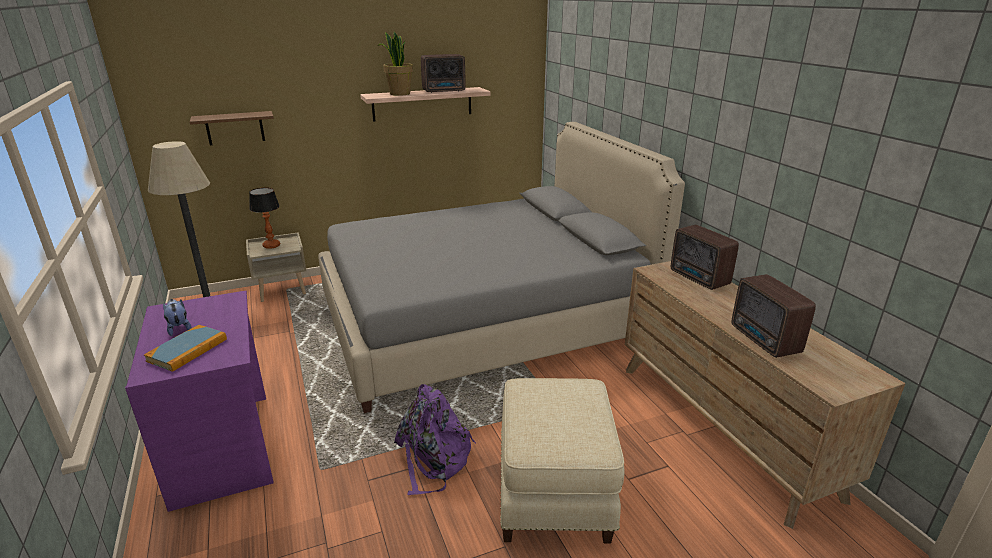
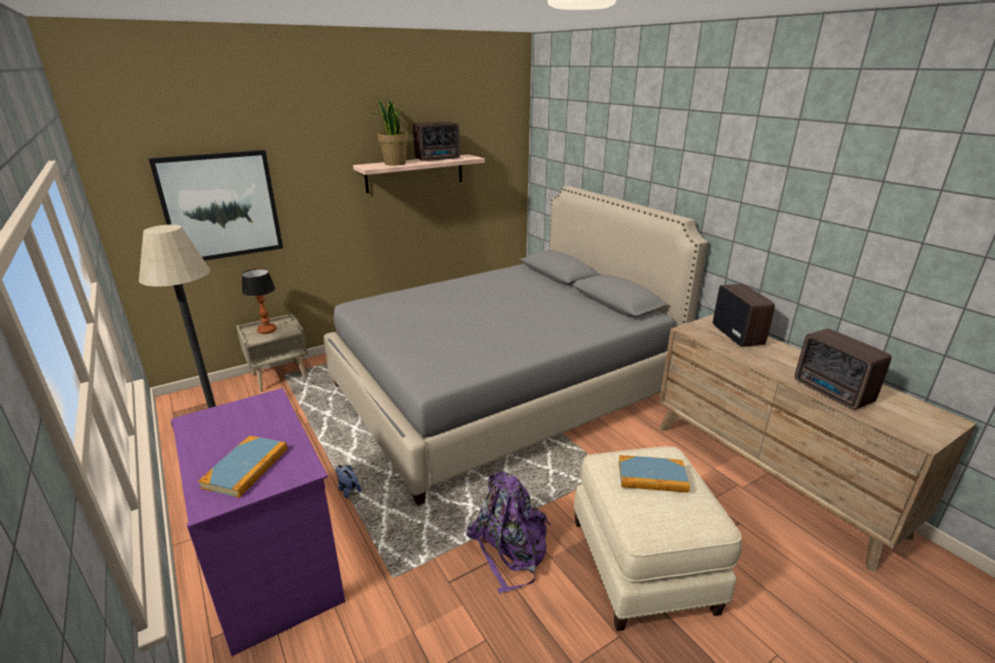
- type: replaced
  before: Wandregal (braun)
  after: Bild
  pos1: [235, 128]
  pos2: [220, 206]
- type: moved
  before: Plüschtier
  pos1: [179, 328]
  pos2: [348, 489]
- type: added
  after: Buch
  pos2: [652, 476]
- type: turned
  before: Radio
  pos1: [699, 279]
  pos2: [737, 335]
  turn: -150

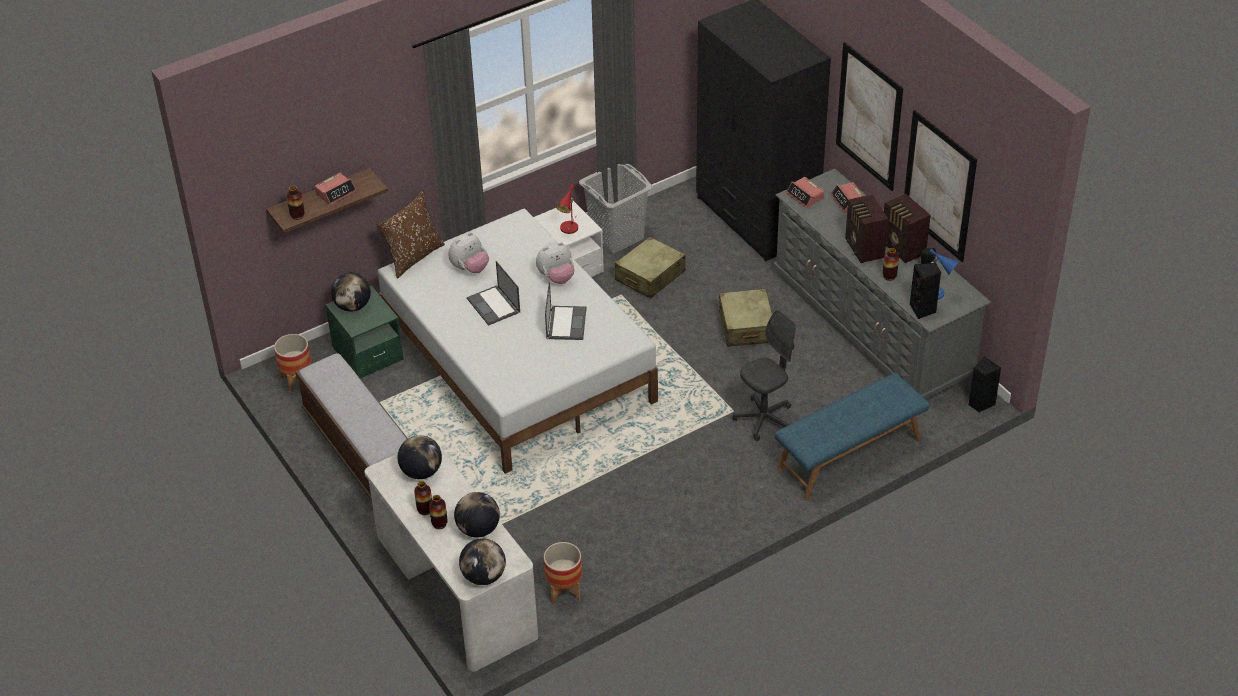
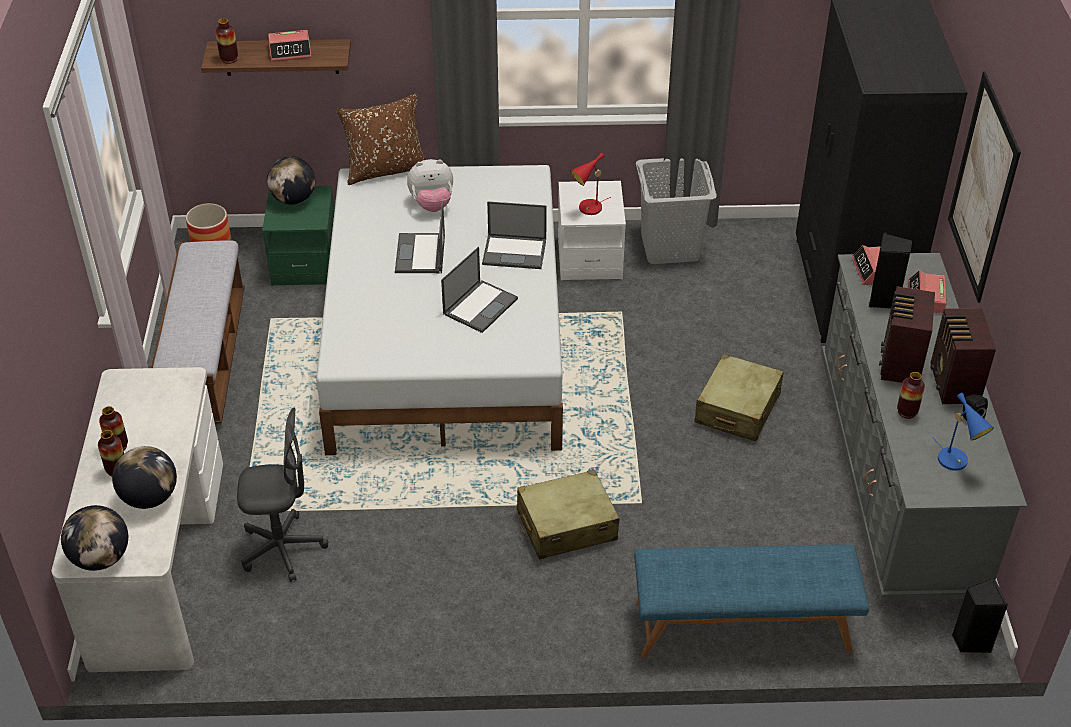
- type: moved
  before: Bürostuhl (grau)
  pos1: [764, 420]
  pos2: [282, 549]
- type: replaced
  before: Plüschtier
  after: Laptop
  pos1: [556, 277]
  pos2: [515, 252]
- type: moved
  before: Koffer (beige)
  pos1: [649, 276]
  pos2: [566, 525]
- type: moved
  before: Lautsprecher (schwarz)
  pos1: [923, 310]
  pos2: [884, 300]
- type: removed
  before: Globus
  pos1: [421, 472]
- type: removed
  before: Pflanzkübel
  pos1: [564, 591]
- type: removed
  before: Bild
  pos1: [939, 186]

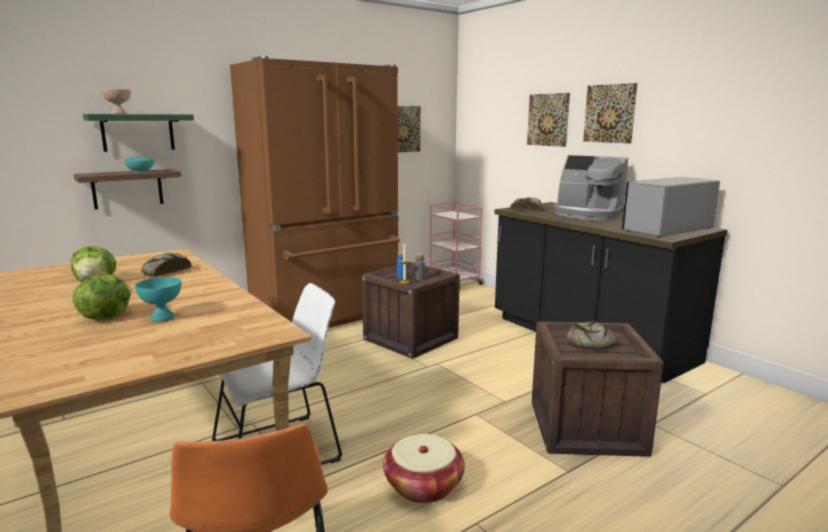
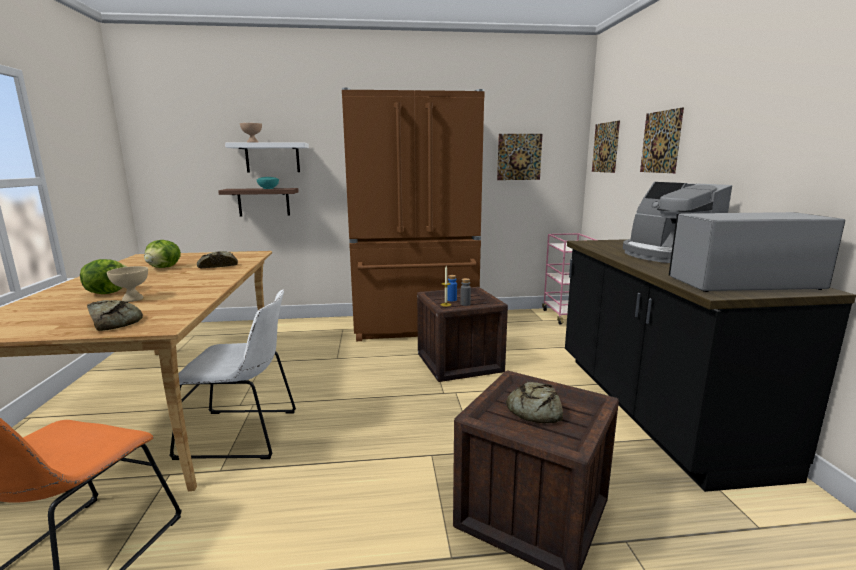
- type: moved
  before: Brot
  pos1: [527, 210]
  pos2: [114, 322]
- type: recoloured
  before: Schüssel (türkis)
  after: Schüssel (beige)
  pos1: [162, 318]
  pos2: [132, 299]
- type: recoloured
  before: Wandregal (grün)
  after: Wandregal (weiß)
  pos1: [138, 132]
  pos2: [272, 158]
- type: moved
  before: Bild
  pos1: [609, 113]
  pos2: [605, 147]
- type: removed
  before: Korb
  pos1: [423, 485]

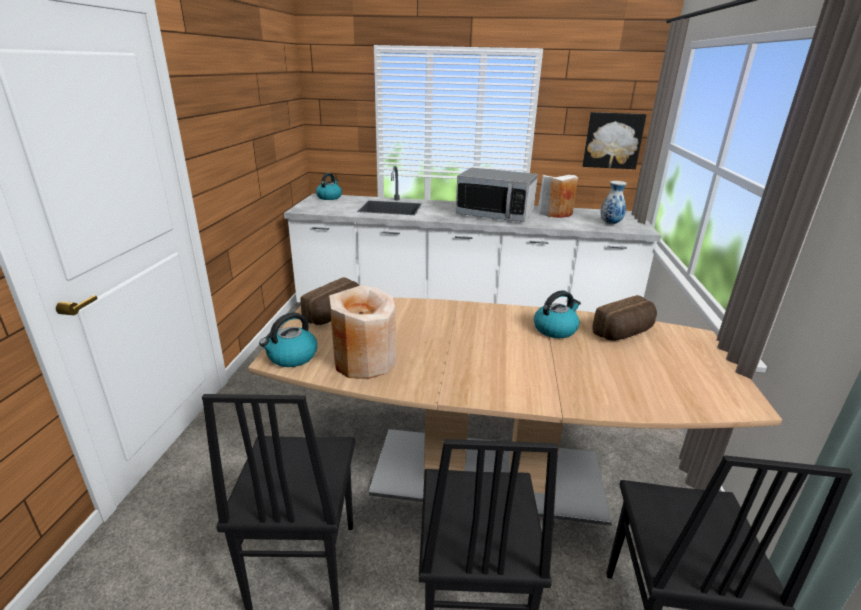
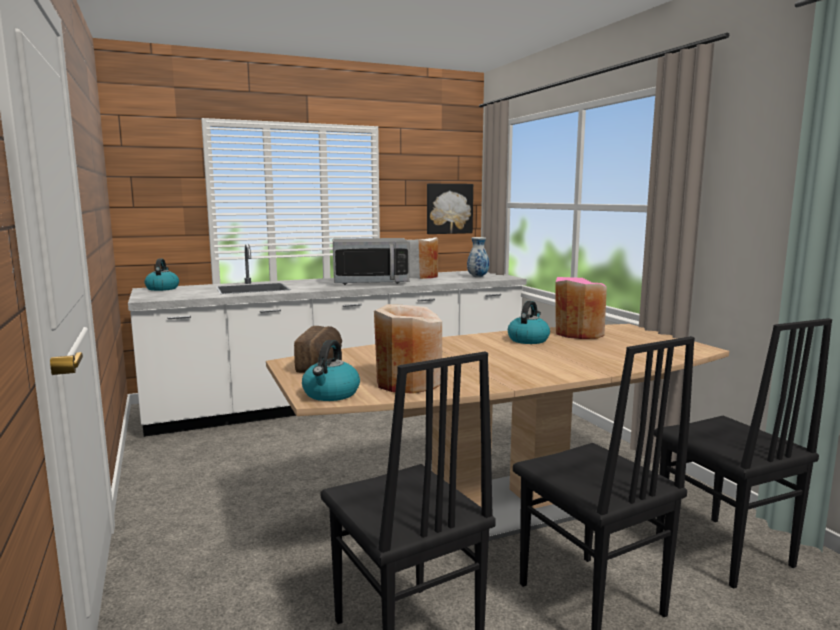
- type: replaced
  before: Brot
  after: Vase (rosa)
  pos1: [625, 333]
  pos2: [578, 333]

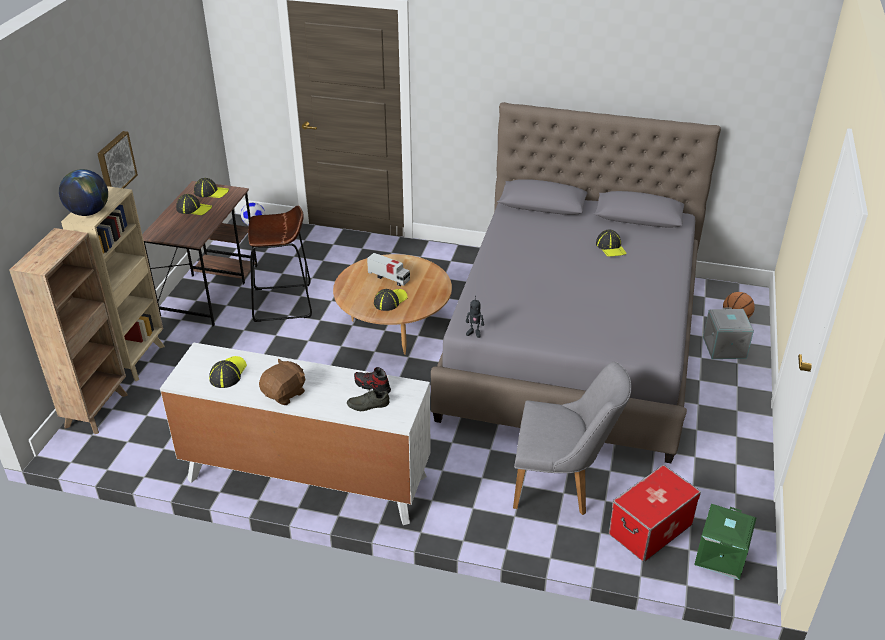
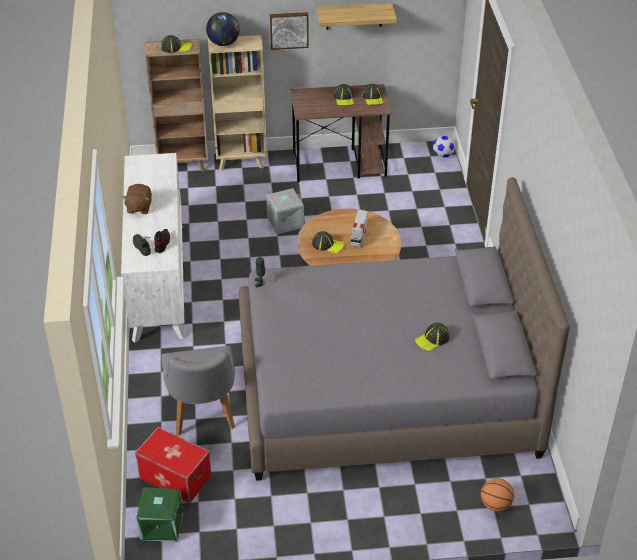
- type: turned
  before: Plüschtier (braun)
  pos1: [285, 394]
  pos2: [139, 207]
  turn: 75
- type: moved
  before: Kappe
  pos1: [228, 373]
  pos2: [176, 47]
- type: moved
  before: Aufbewahrungsbox (grau)
  pos1: [723, 347]
  pos2: [285, 221]
- type: added
  after: Wandregal
  pos2: [354, 16]
- type: removed
  before: Hocker (braun)
  pos1: [283, 303]

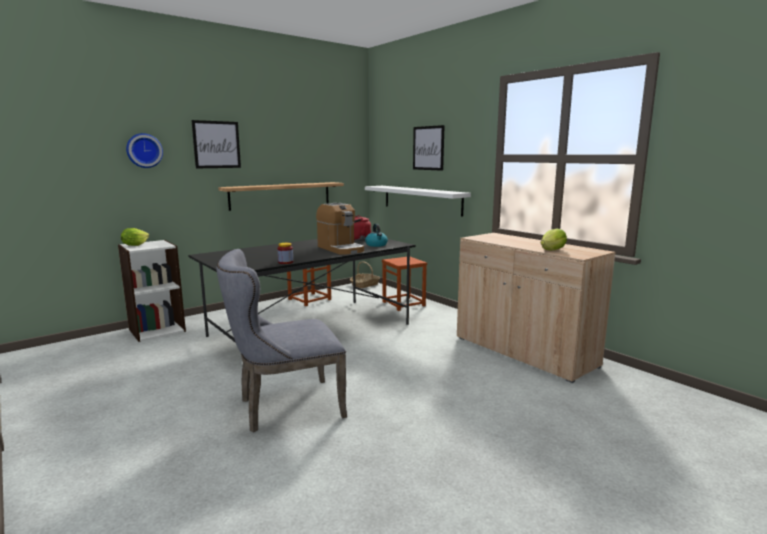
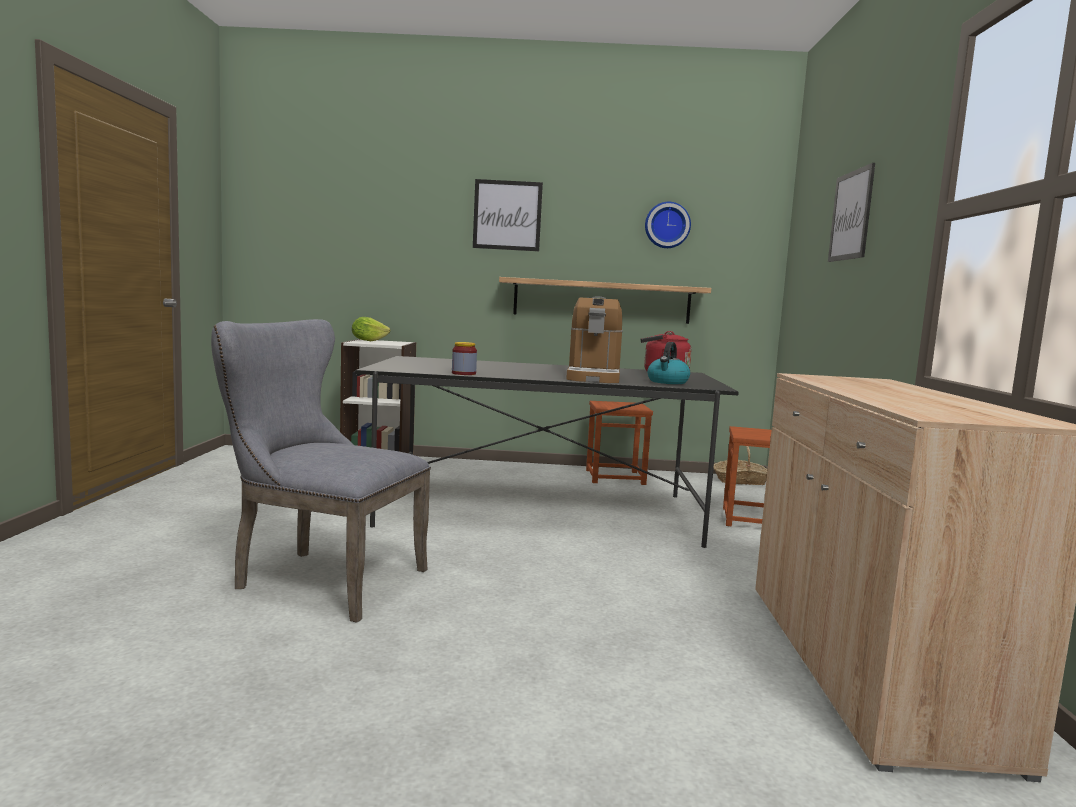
- type: moved
  before: Wanduhr
  pos1: [144, 150]
  pos2: [667, 225]
- type: removed
  before: Wandregal (weiß)
  pos1: [421, 199]
- type: removed
  before: Salatkopf
  pos1: [552, 250]

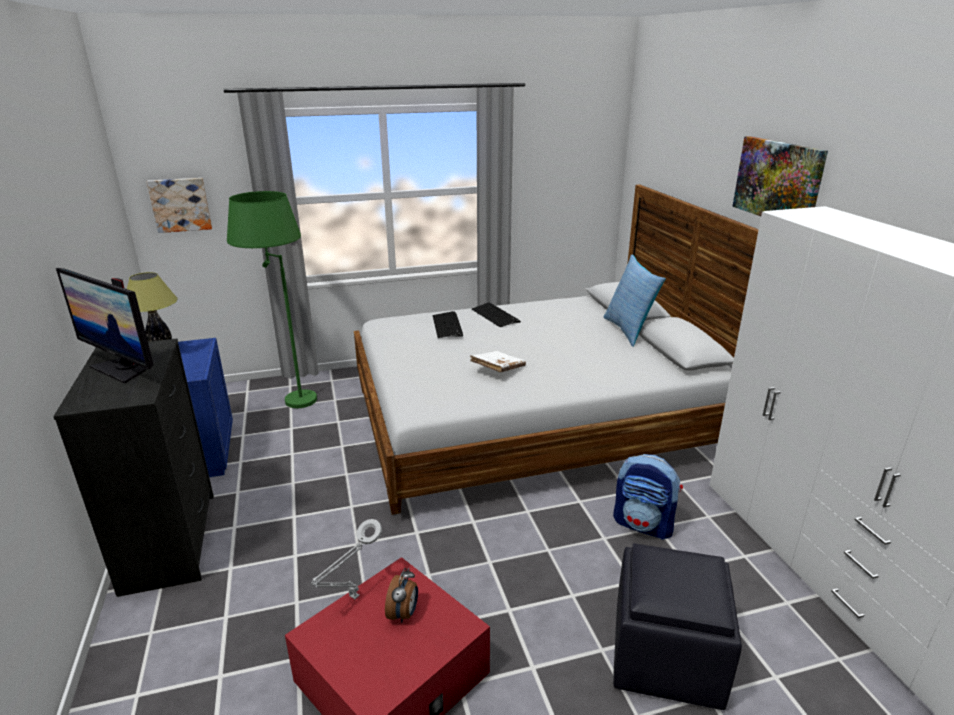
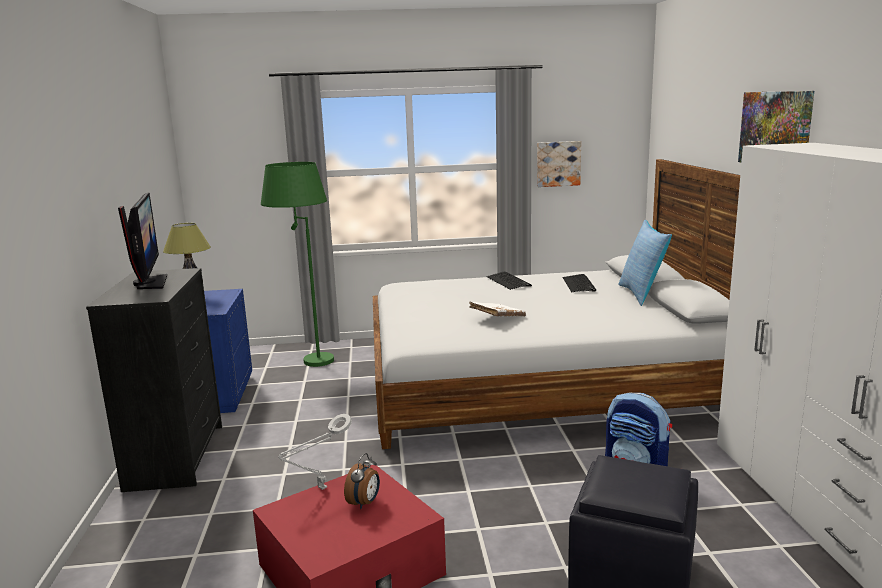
- type: turned
  before: Monitor
  pos1: [122, 369]
  pos2: [150, 283]
  turn: -150
- type: moved
  before: Bild
  pos1: [180, 204]
  pos2: [558, 163]
- type: moved
  before: Tastatur
  pos1: [447, 326]
  pos2: [579, 284]

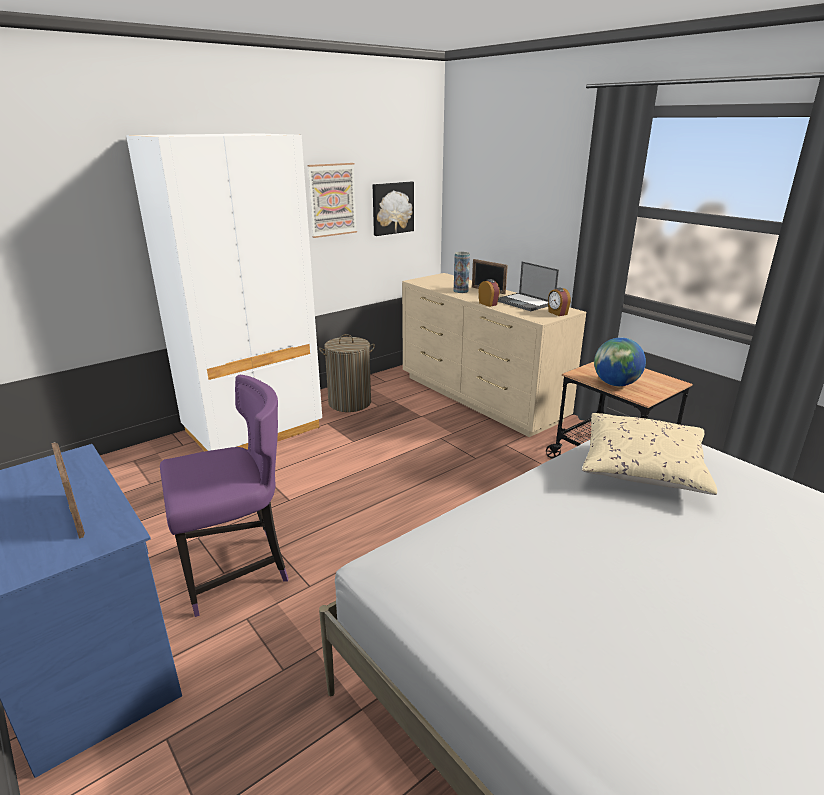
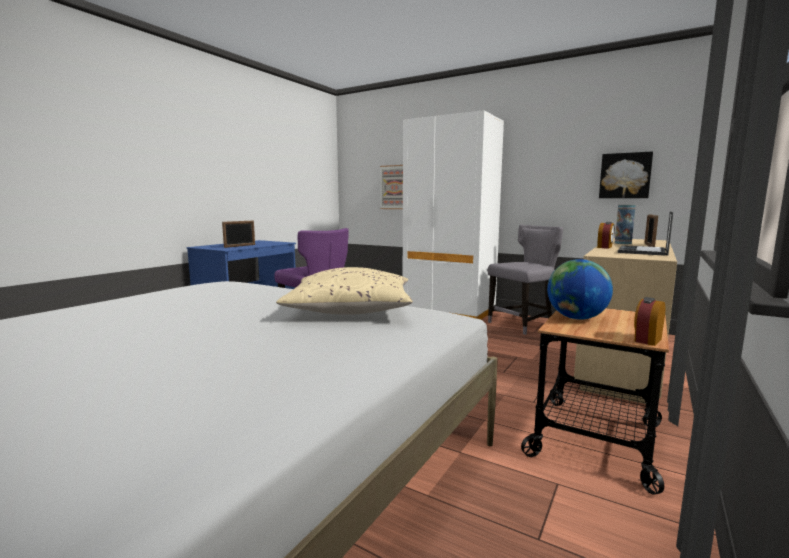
- type: moved
  before: Bild
  pos1: [332, 200]
  pos2: [395, 187]
- type: replaced
  before: Wäschekorb
  after: Stuhl (grau)
  pos1: [350, 403]
  pos2: [522, 324]
- type: moved
  before: Wecker
  pos1: [557, 313]
  pos2: [647, 340]

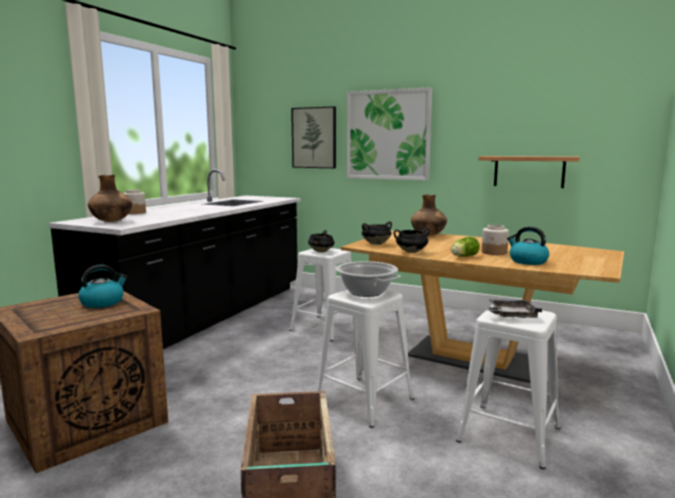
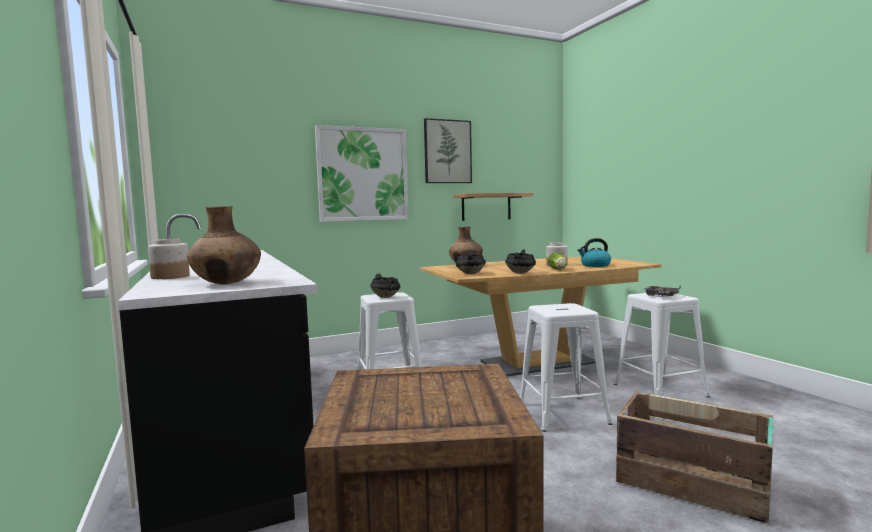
- type: moved
  before: Bild
  pos1: [314, 138]
  pos2: [447, 152]
- type: removed
  before: Wasserkessel
  pos1: [103, 302]
- type: removed
  before: Kochtopf
  pos1: [366, 292]

